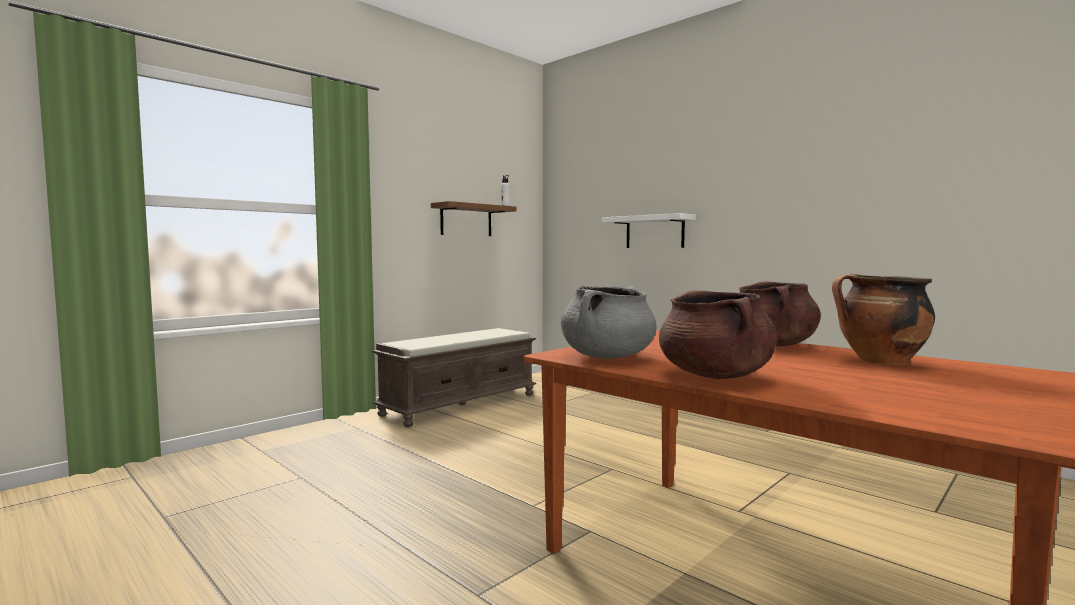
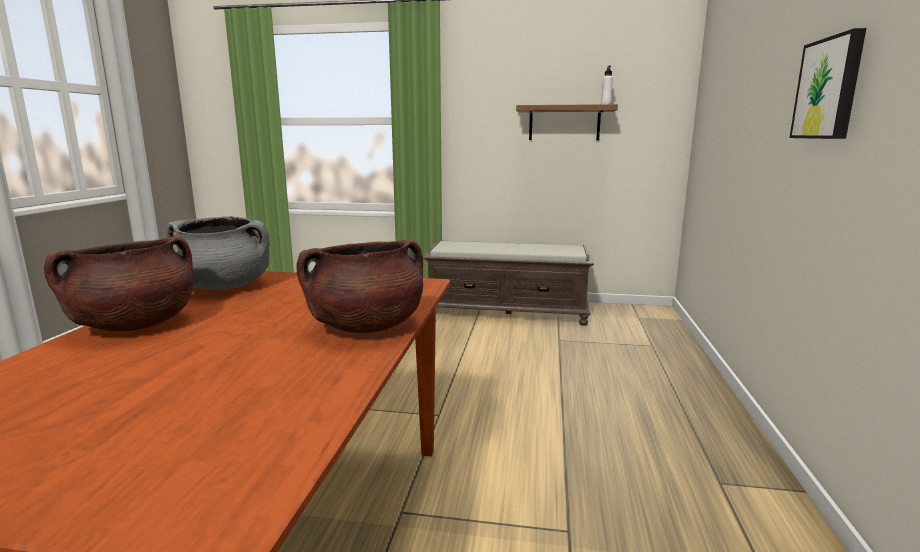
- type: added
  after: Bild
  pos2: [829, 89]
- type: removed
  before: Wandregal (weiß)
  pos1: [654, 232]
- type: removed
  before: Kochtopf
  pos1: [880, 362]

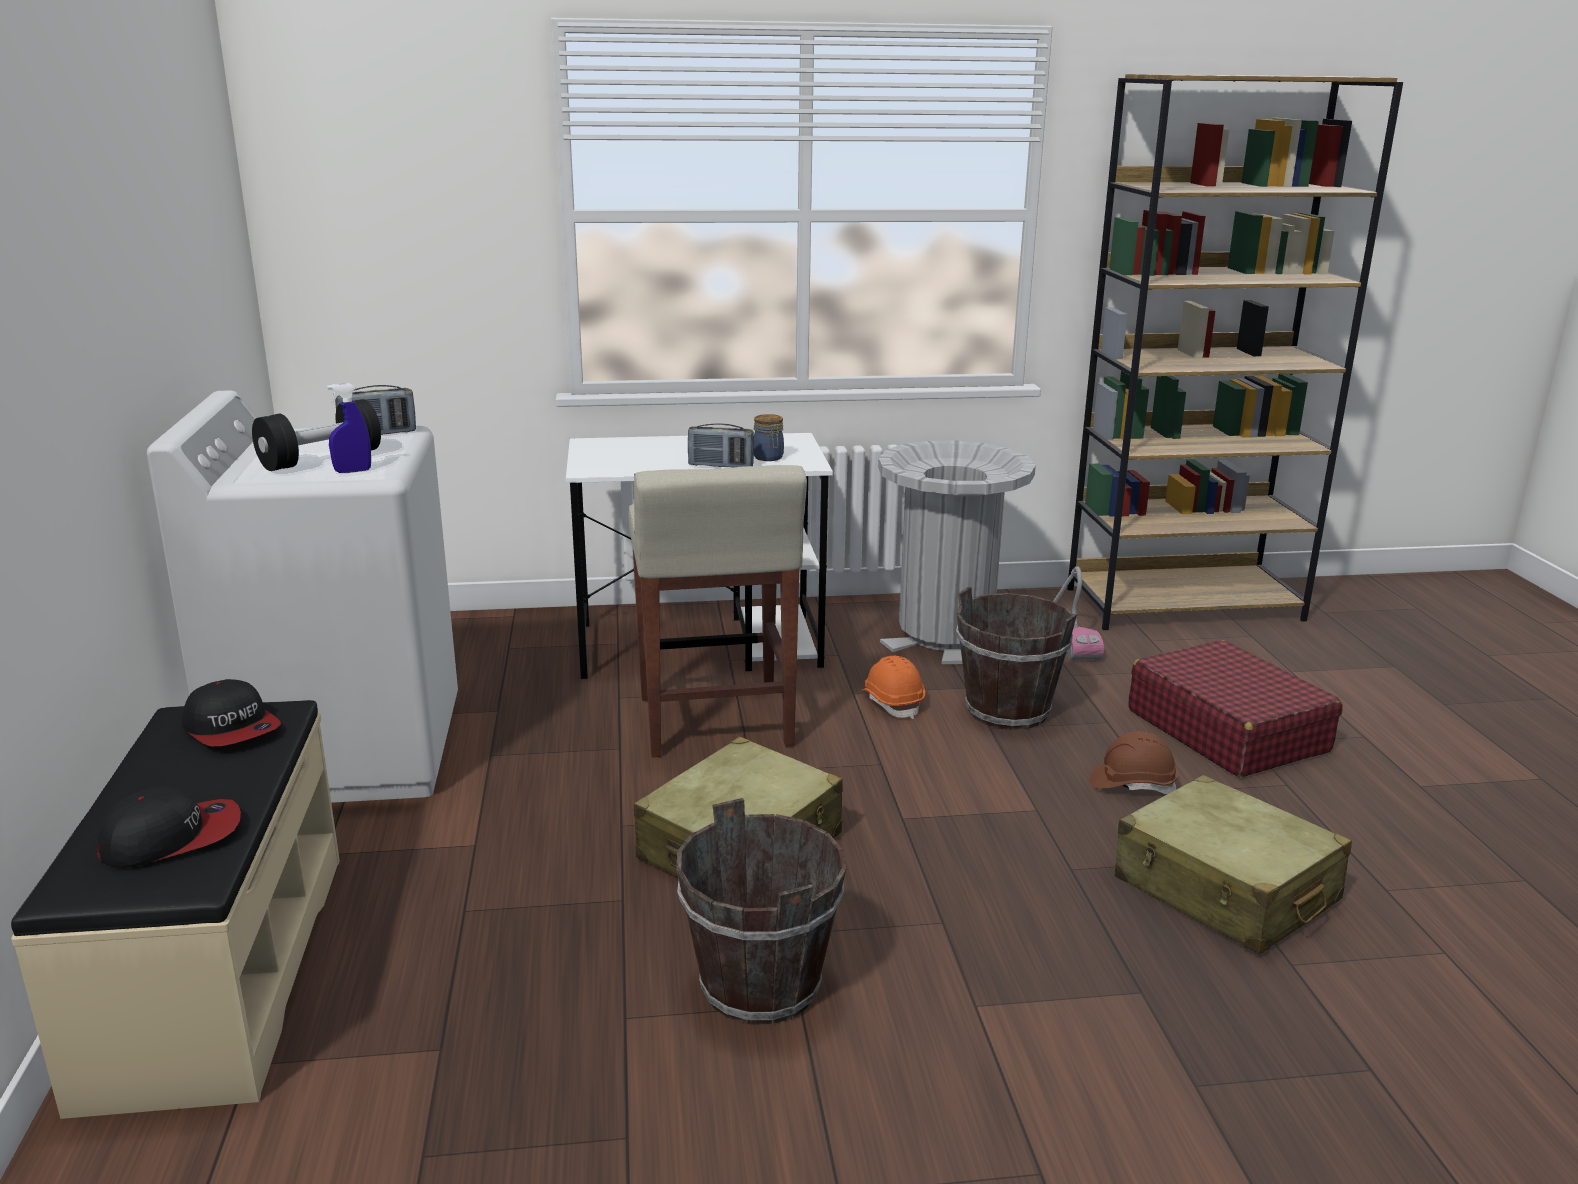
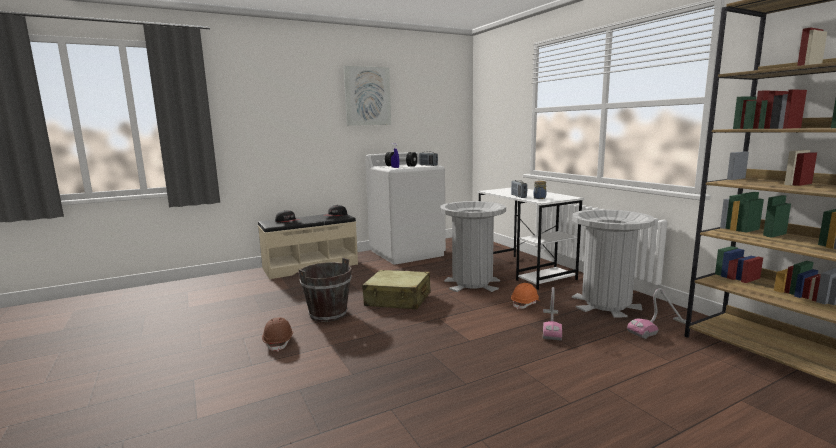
- type: moved
  before: Schutzhelm (braun)
  pos1: [1132, 784]
  pos2: [279, 342]
- type: added
  after: Bild
  pos2: [367, 96]
- type: replaced
  before: Hocker (beige)
  after: Mülleimer (grau)
  pos1: [714, 723]
  pos2: [472, 283]
- type: replaced
  before: Eimer (braun)
  after: Staubsauger
  pos1: [1008, 711]
  pos2: [551, 325]
- type: removed
  before: Koffer (beige)
  pos1: [1225, 890]
- type: removed
  before: Koffer (rot)
  pos1: [1226, 730]

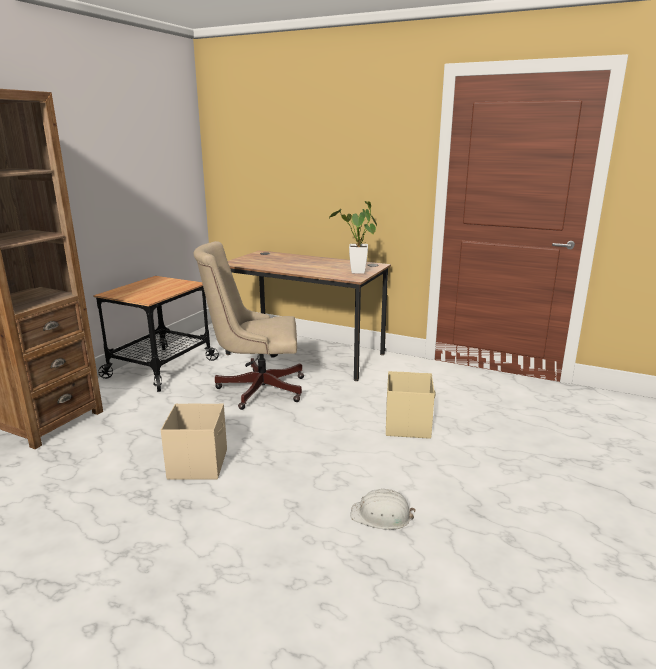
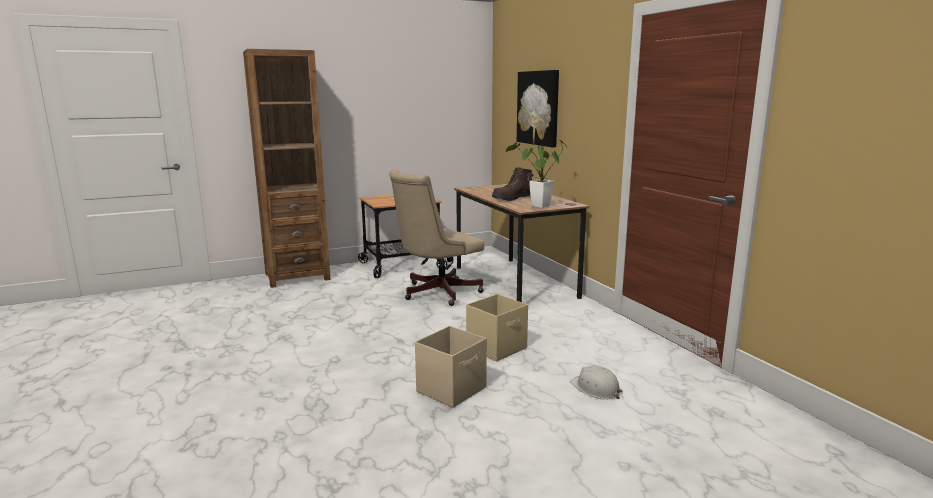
- type: turned
  before: Bürostuhl (beige)
  pos1: [256, 388]
  pos2: [436, 293]
  turn: -75
- type: moved
  before: Aufbewahrungsbox (beige)
  pos1: [199, 464]
  pos2: [452, 389]
- type: added
  after: Stiefel (braun)
  pos2: [512, 198]
- type: added
  after: Bild
  pos2: [538, 108]
- type: moved
  before: Schutzhelm (weiß)
  pos1: [381, 515]
  pos2: [596, 388]

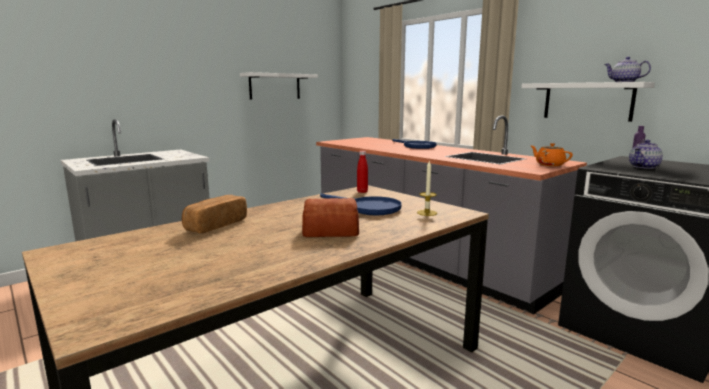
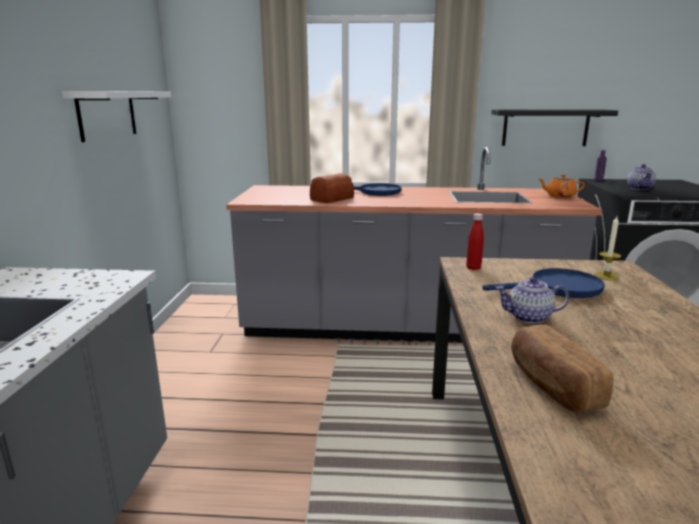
- type: moved
  before: Brot
  pos1: [329, 231]
  pos2: [331, 199]
- type: recoloured
  before: Wandregal (weiß)
  after: Wandregal (schwarz)
  pos1: [587, 101]
  pos2: [545, 127]
- type: moved
  before: Teekanne
  pos1: [624, 82]
  pos2: [529, 317]

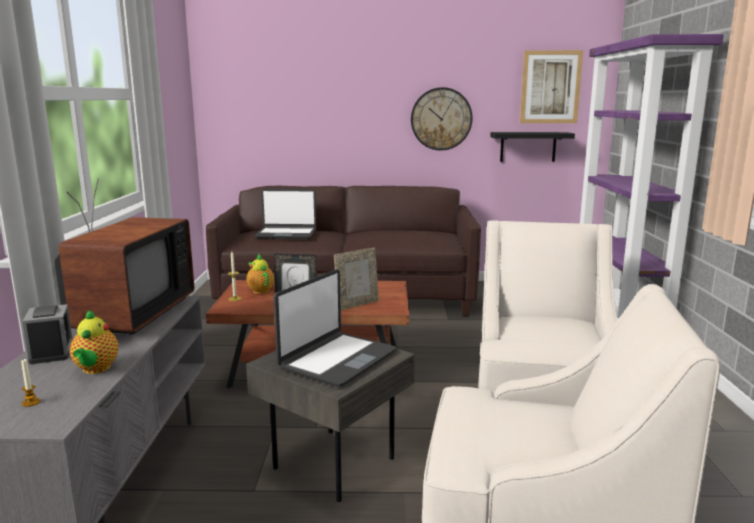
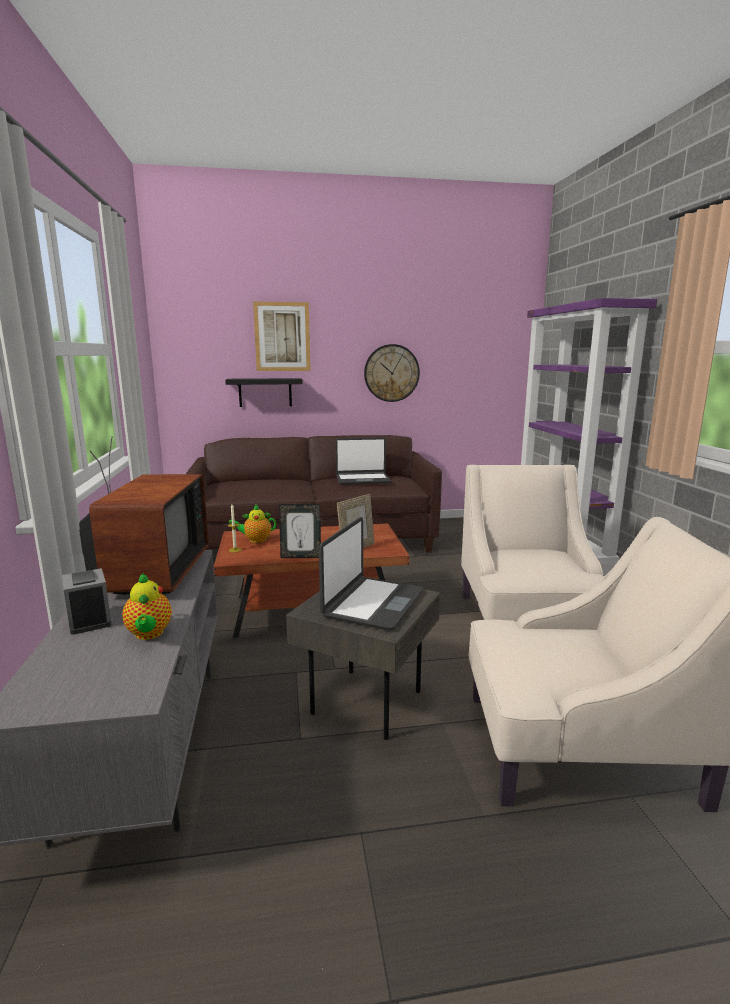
- type: moved
  before: Wandregal (schwarz)
  pos1: [528, 146]
  pos2: [265, 392]
- type: turned
  before: Teekanne
  pos1: [260, 290]
  pos2: [255, 540]
  turn: -60
- type: moved
  before: Bild
  pos1: [550, 87]
  pos2: [282, 337]
- type: moved
  before: Laptop
  pos1: [286, 234]
  pos2: [362, 479]
- type: removed
  before: Kerze
  pos1: [31, 402]

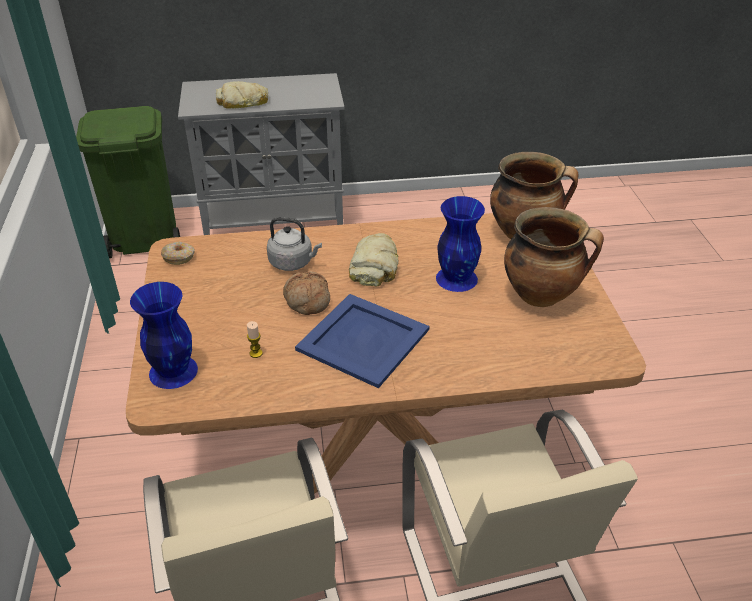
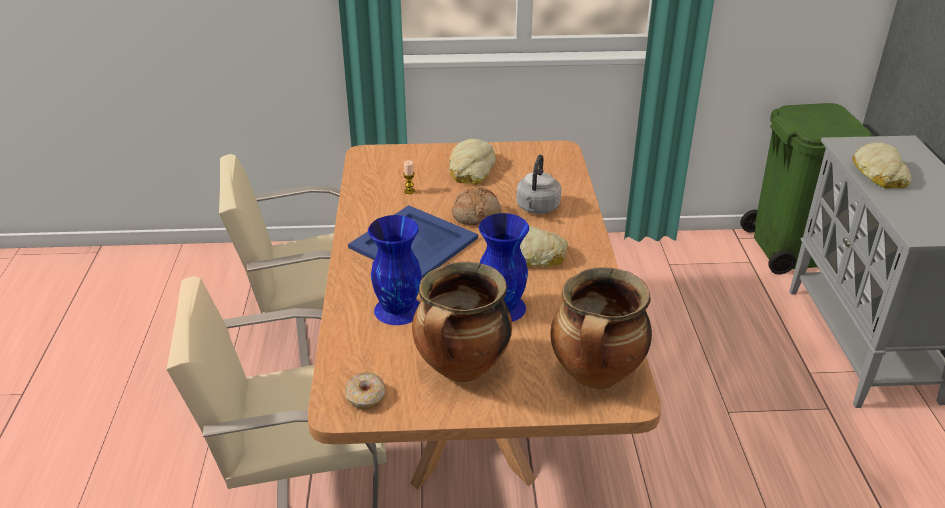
- type: moved
  before: Donut
  pos1: [179, 257]
  pos2: [366, 397]
- type: moved
  before: Vase (blau)
  pos1: [172, 371]
  pos2: [398, 309]
- type: added
  after: Brot
  pos2: [471, 169]

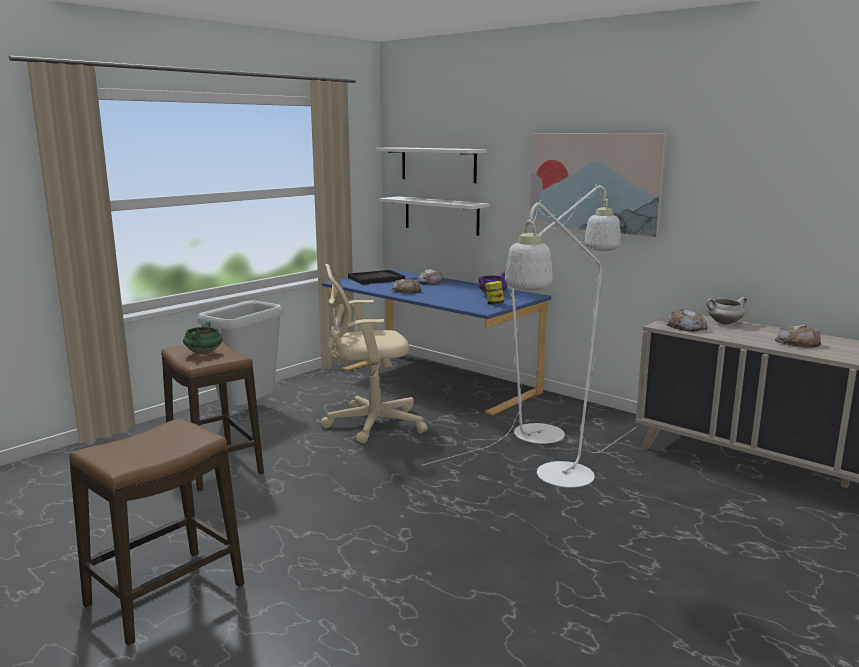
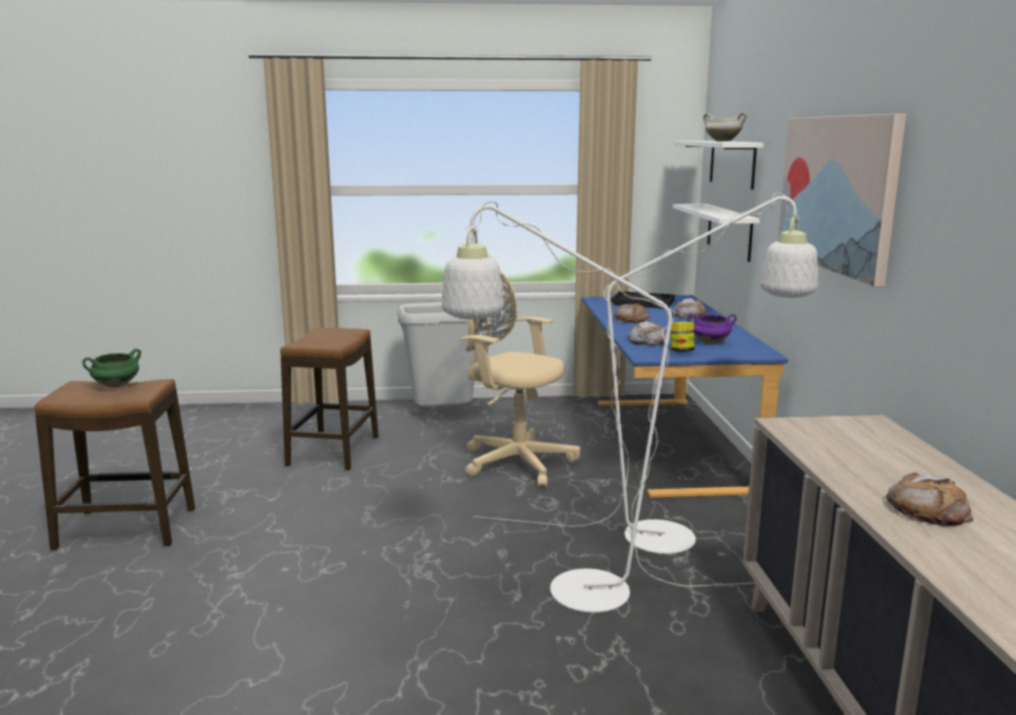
- type: moved
  before: Kochtopf (grün)
  pos1: [204, 353]
  pos2: [116, 386]
- type: moved
  before: Brot
  pos1: [686, 327]
  pos2: [646, 341]
- type: moved
  before: Kochtopf (weiß)
  pos1: [724, 323]
  pos2: [722, 141]

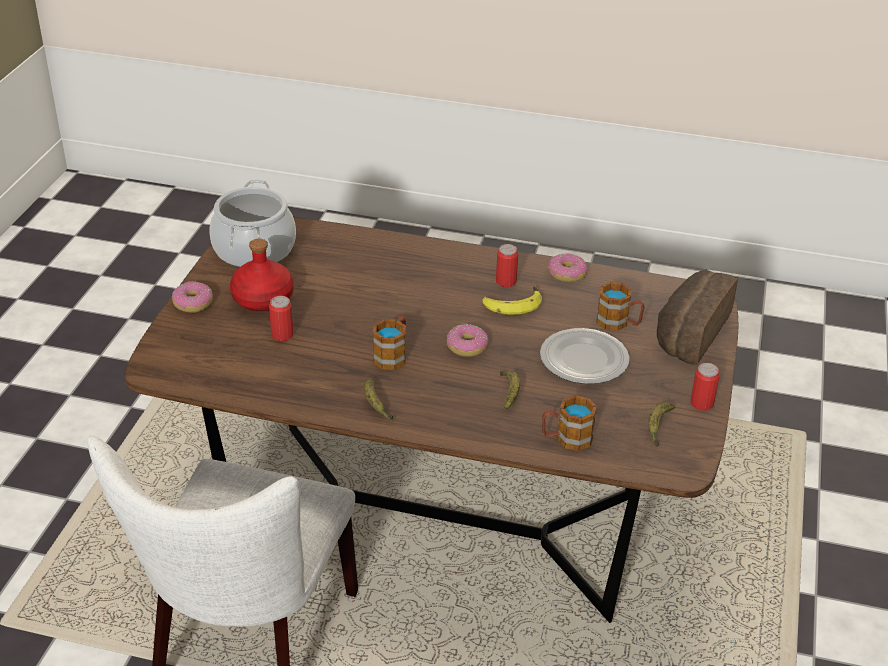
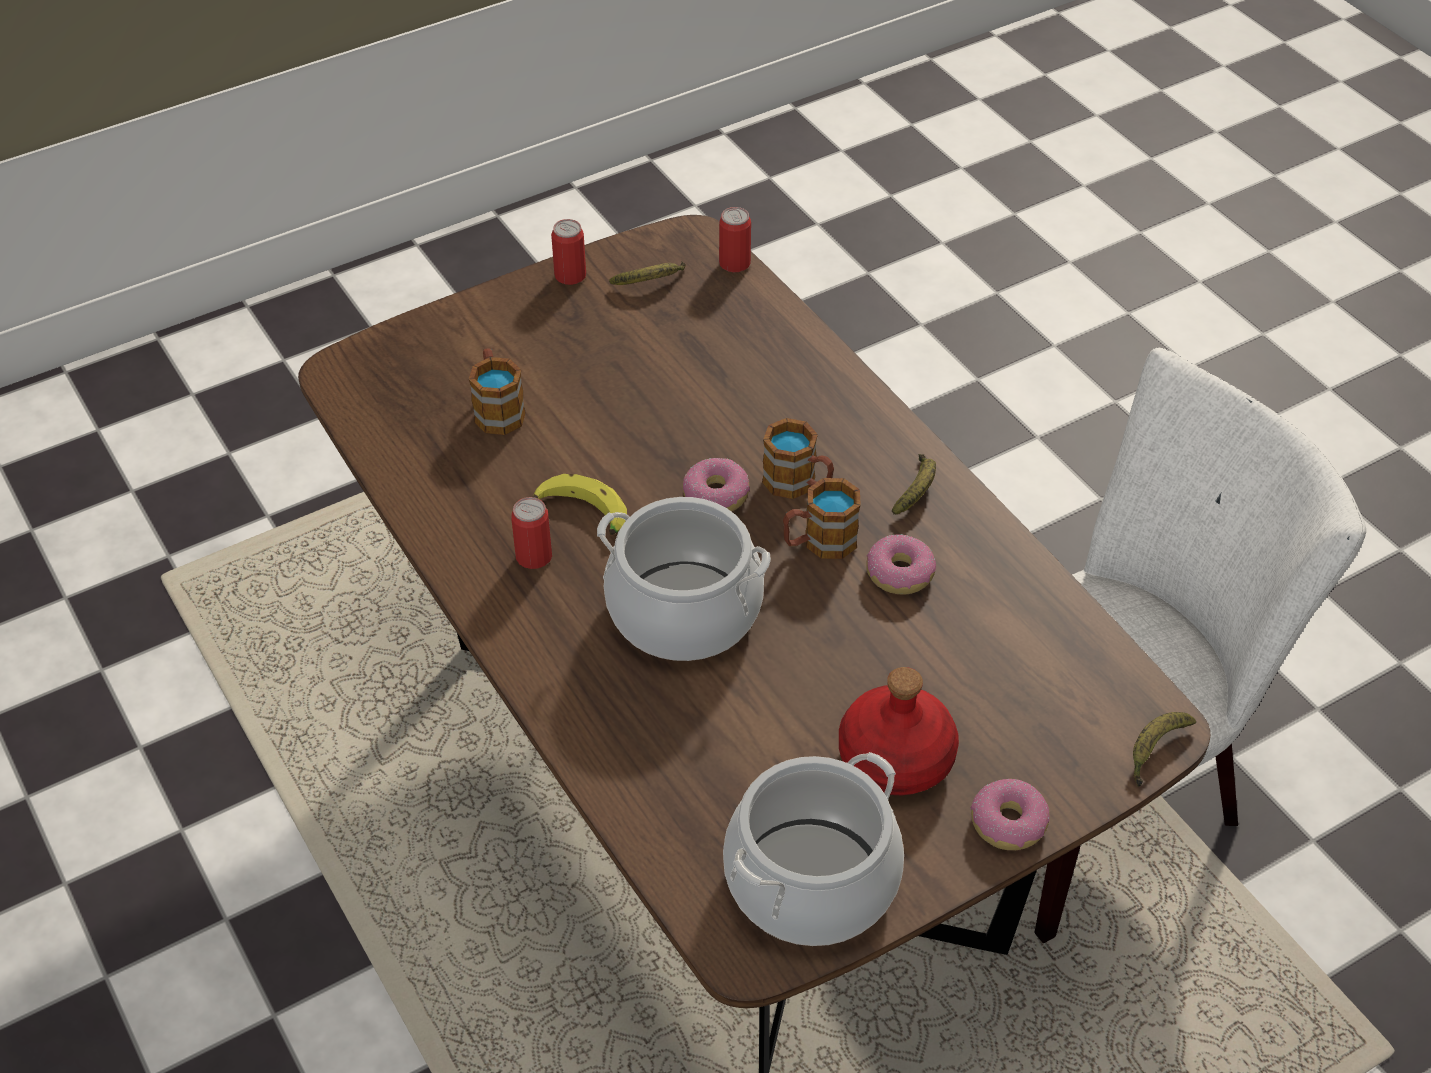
- type: added
  after: Kochtopf
  pos2: [684, 611]
- type: moved
  before: Dose
  pos1: [282, 335]
  pos2: [734, 263]
- type: moved
  before: Henkelbecher
  pos1: [566, 439]
  pos2: [798, 485]
- type: moved
  before: Donut
  pos1: [566, 274]
  pos2: [900, 573]
- type: moved
  before: Banane
  pos1: [509, 393]
  pos2: [1155, 750]
- type: removed
  before: Teller
  pos1: [584, 360]
- type: removed
  before: Brot
  pos1: [689, 332]

